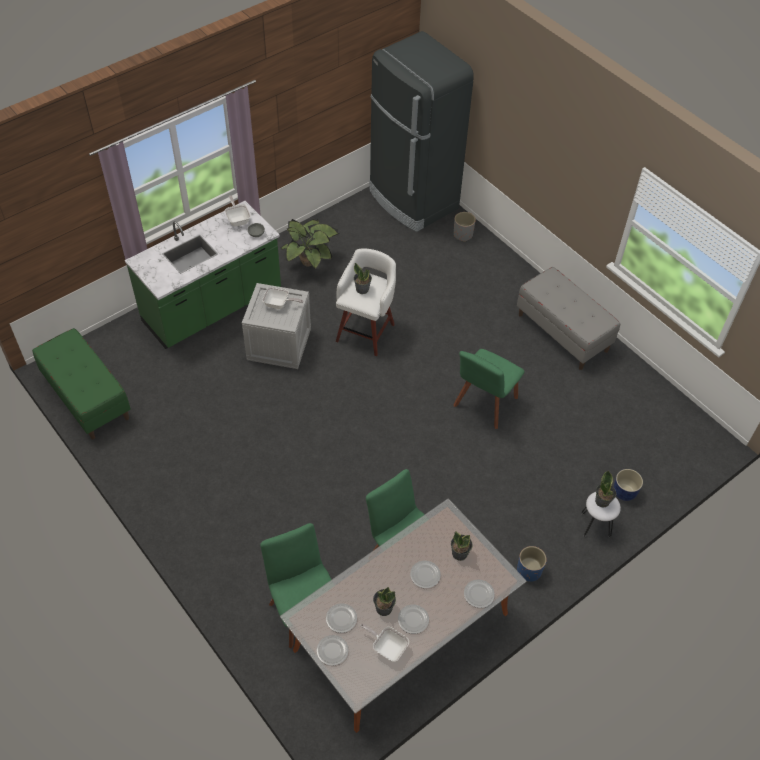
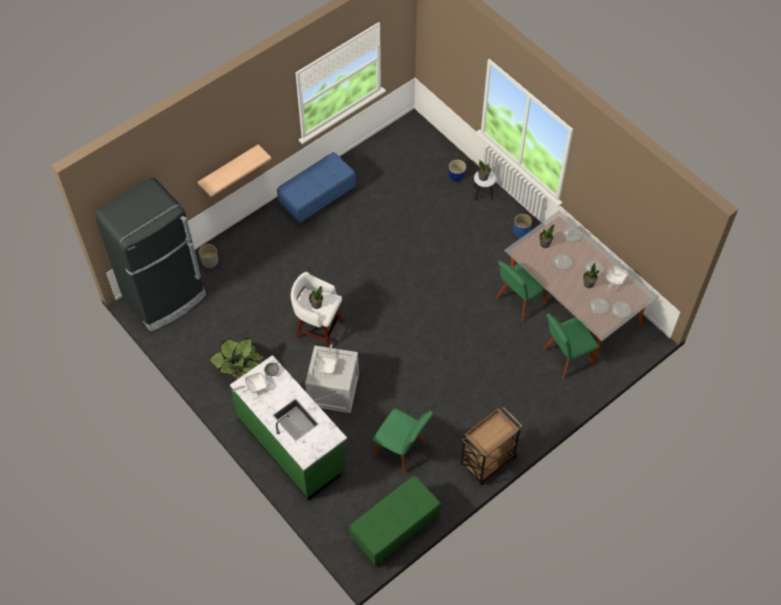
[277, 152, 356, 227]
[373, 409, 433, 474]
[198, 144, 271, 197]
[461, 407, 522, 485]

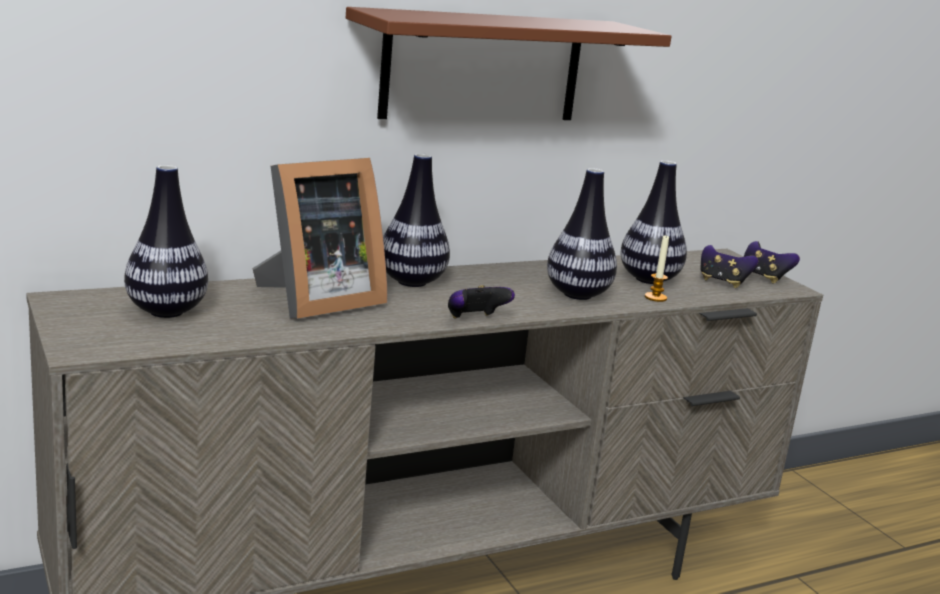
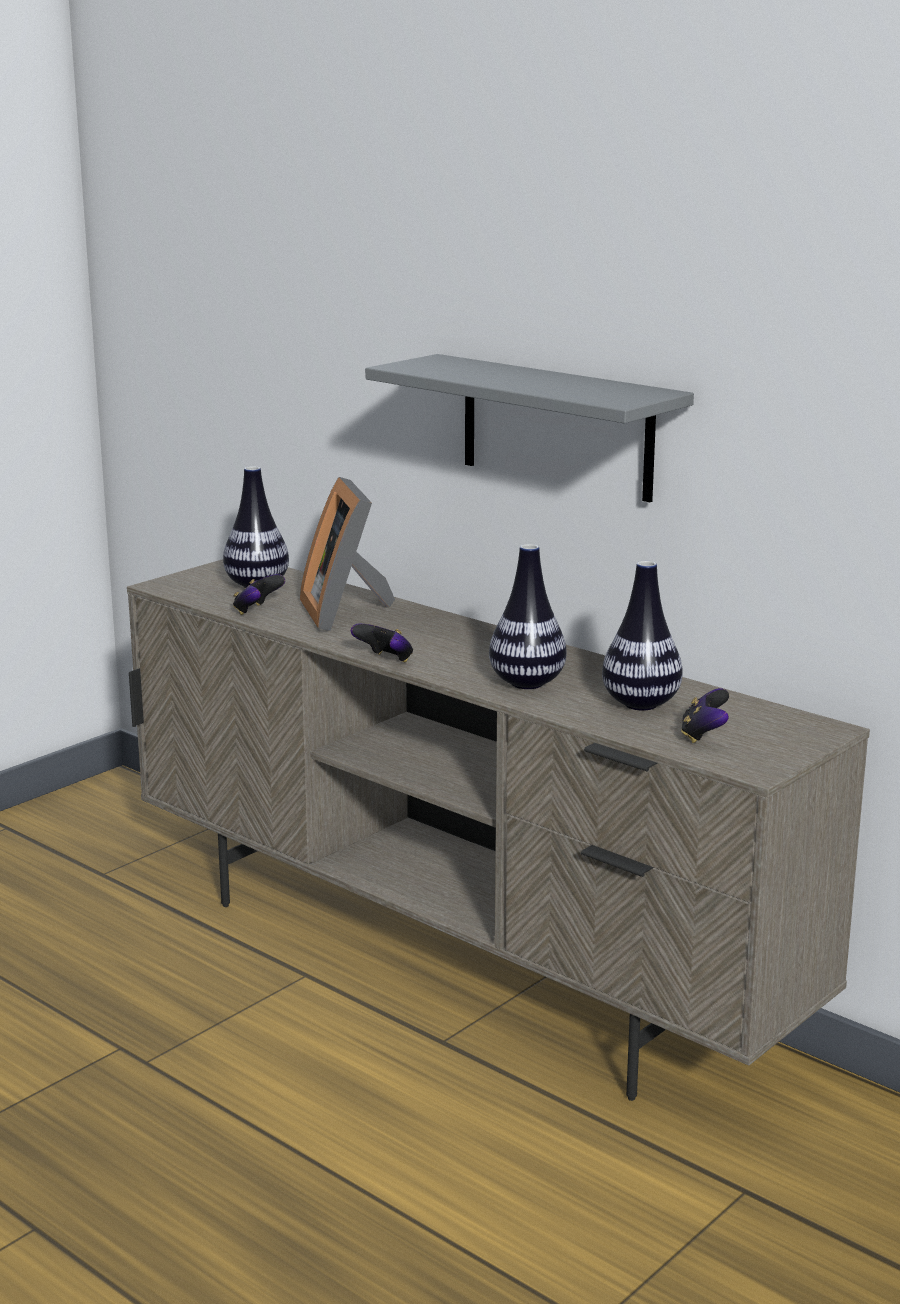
[365, 354, 694, 502]
[383, 153, 450, 287] (first image)
[300, 477, 395, 631]
[645, 234, 669, 302] (first image)
[233, 574, 285, 615]

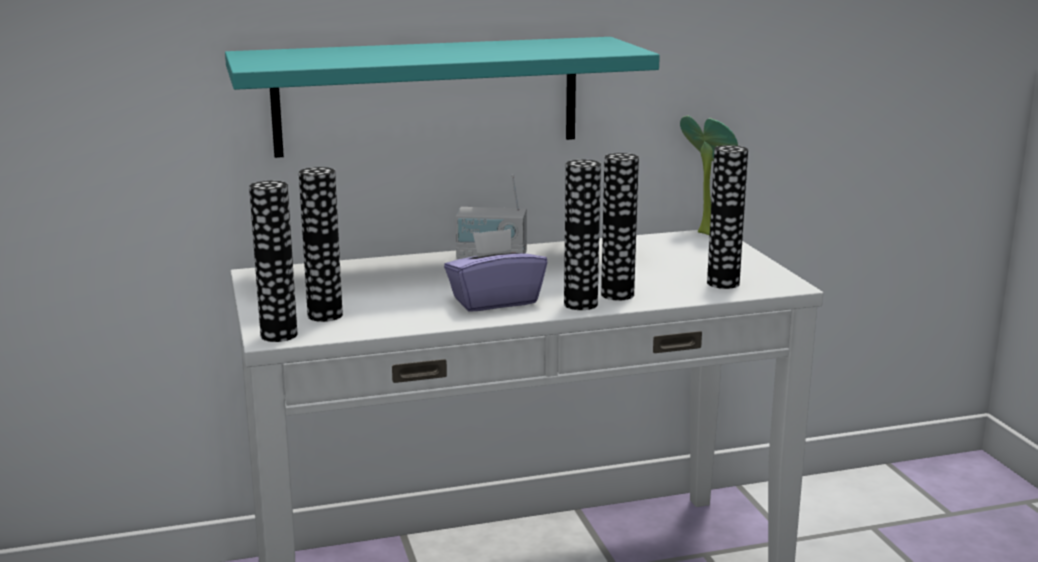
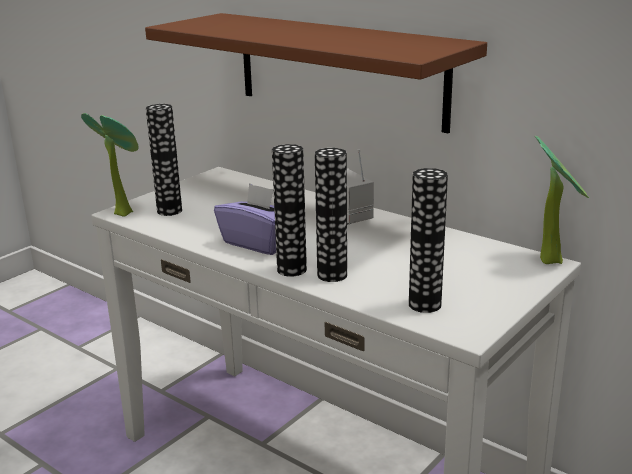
[145, 13, 487, 133]
[81, 113, 139, 217]

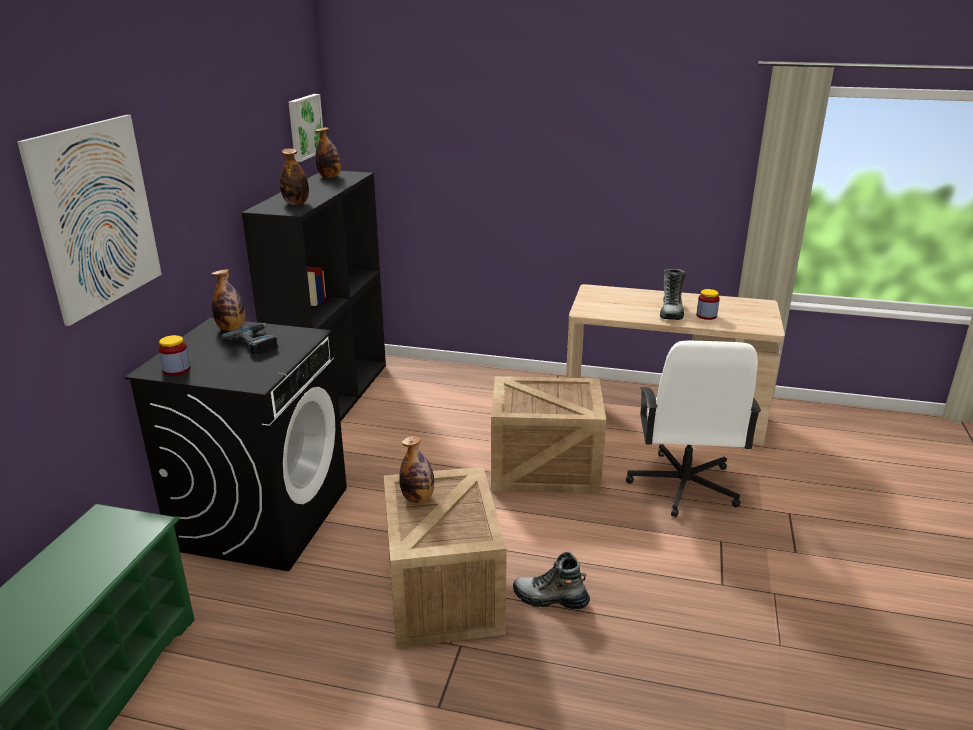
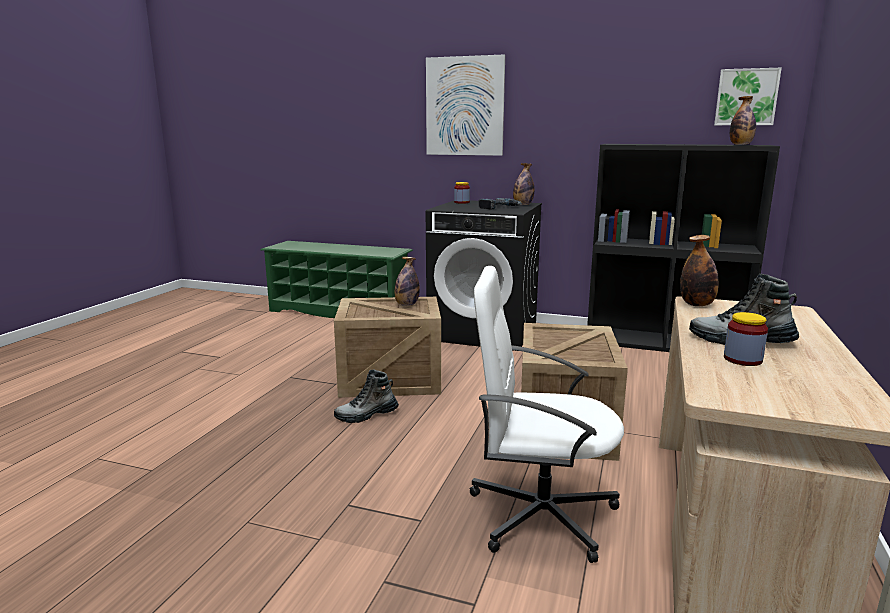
[680, 235, 719, 306]
[334, 369, 399, 423]

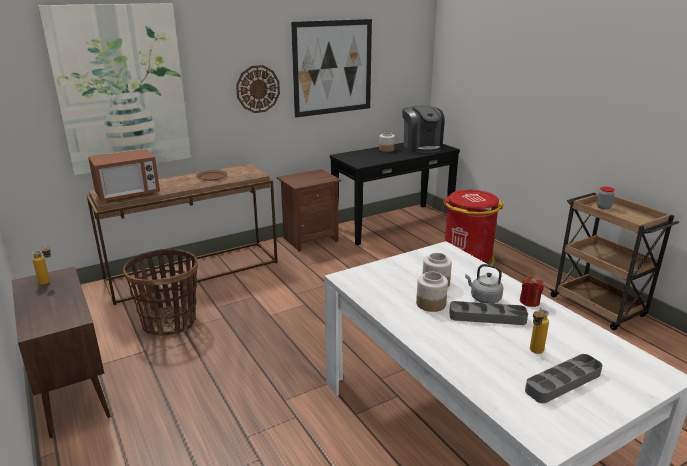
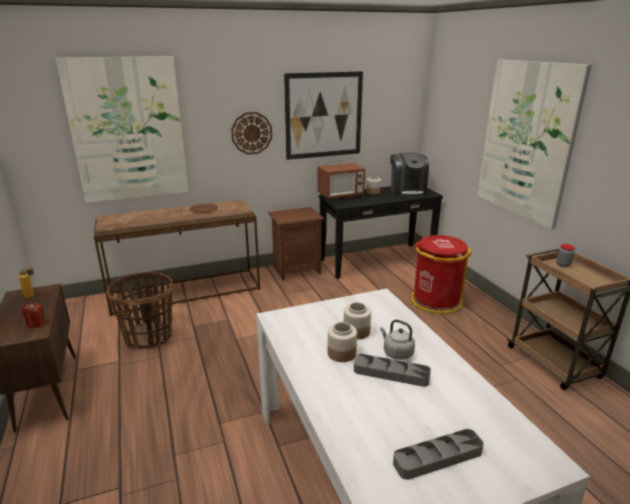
[317, 163, 365, 199]
[22, 303, 45, 328]
[530, 308, 549, 354] (first image)
[477, 59, 591, 229]

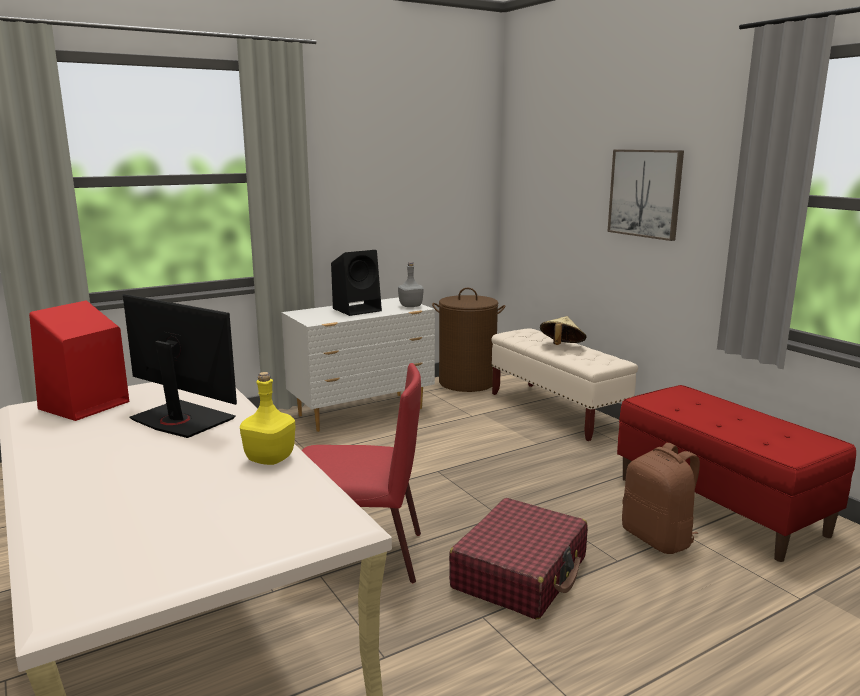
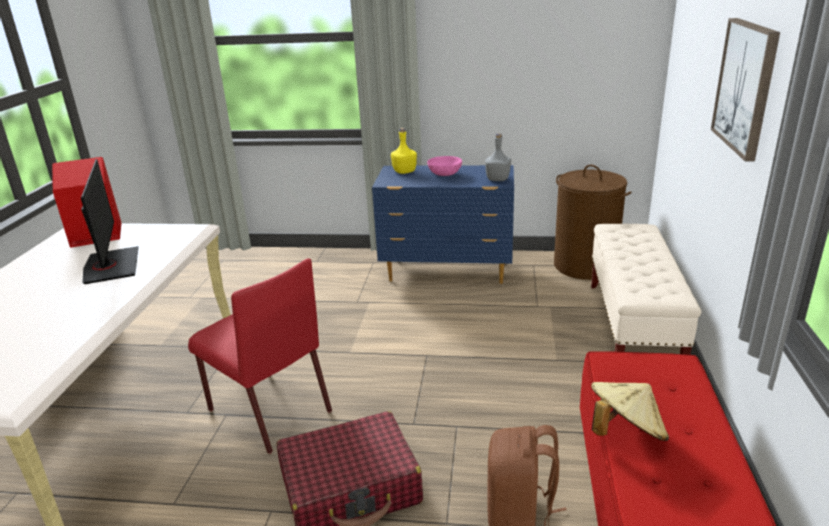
[427, 156, 462, 176]
[372, 165, 514, 284]
[591, 382, 669, 441]
[391, 128, 417, 174]

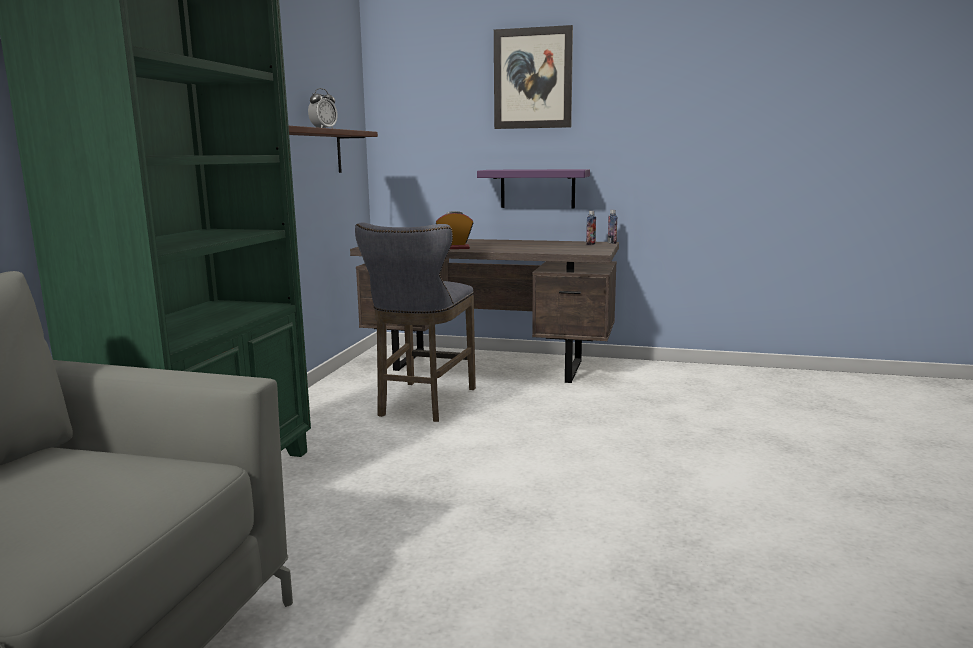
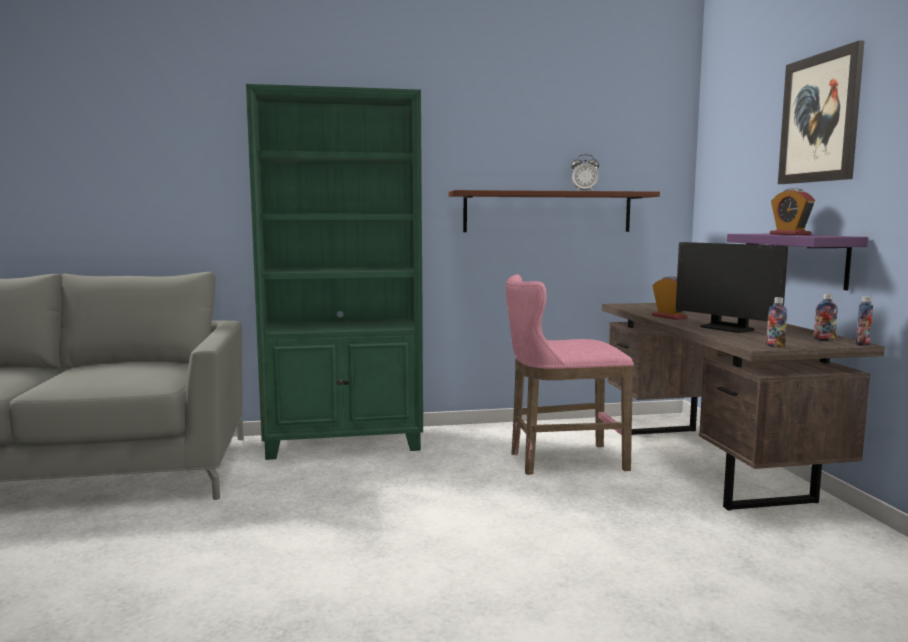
[506, 274, 634, 475]
[770, 188, 815, 235]
[676, 242, 788, 333]
[766, 297, 787, 348]

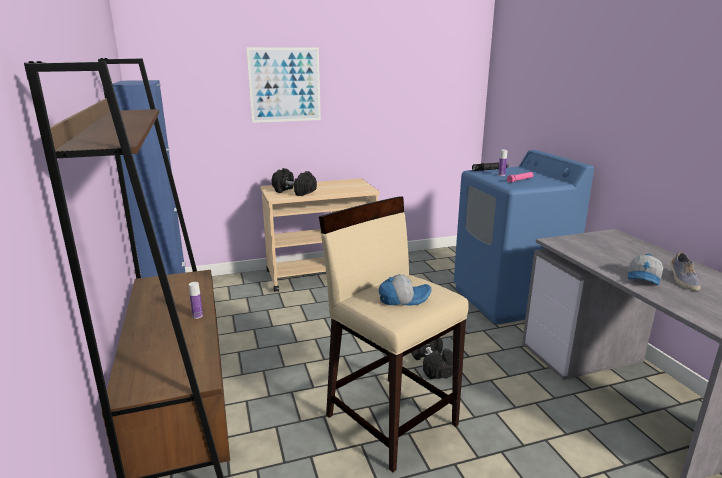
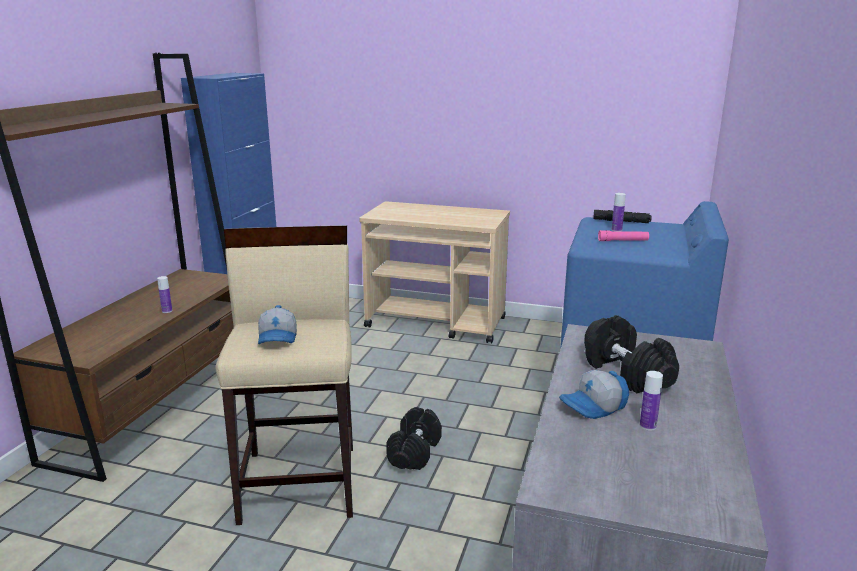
[246, 47, 321, 123] (first image)
[584, 315, 679, 393]
[640, 371, 663, 431]
[258, 305, 297, 344]

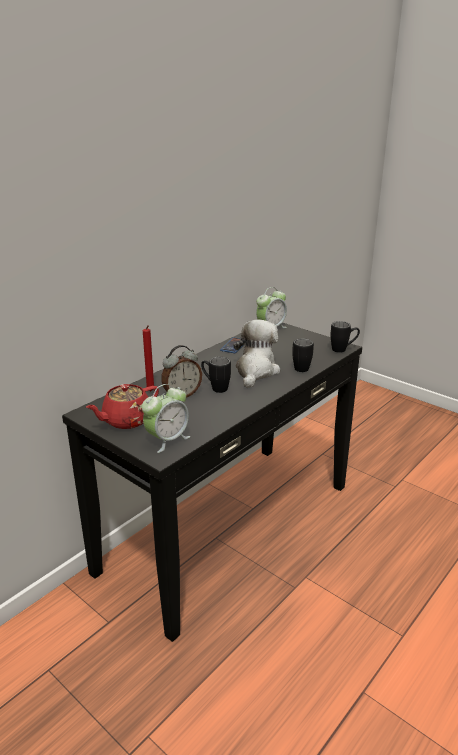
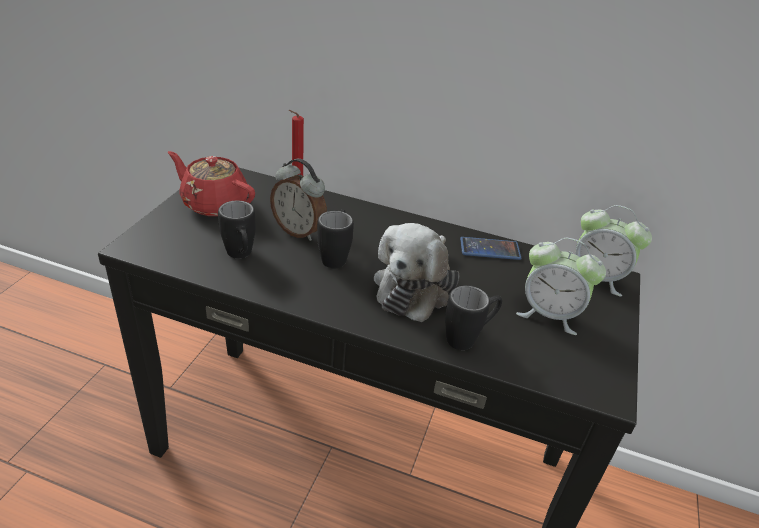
[374, 223, 460, 322]
[218, 200, 256, 259]
[516, 238, 606, 335]

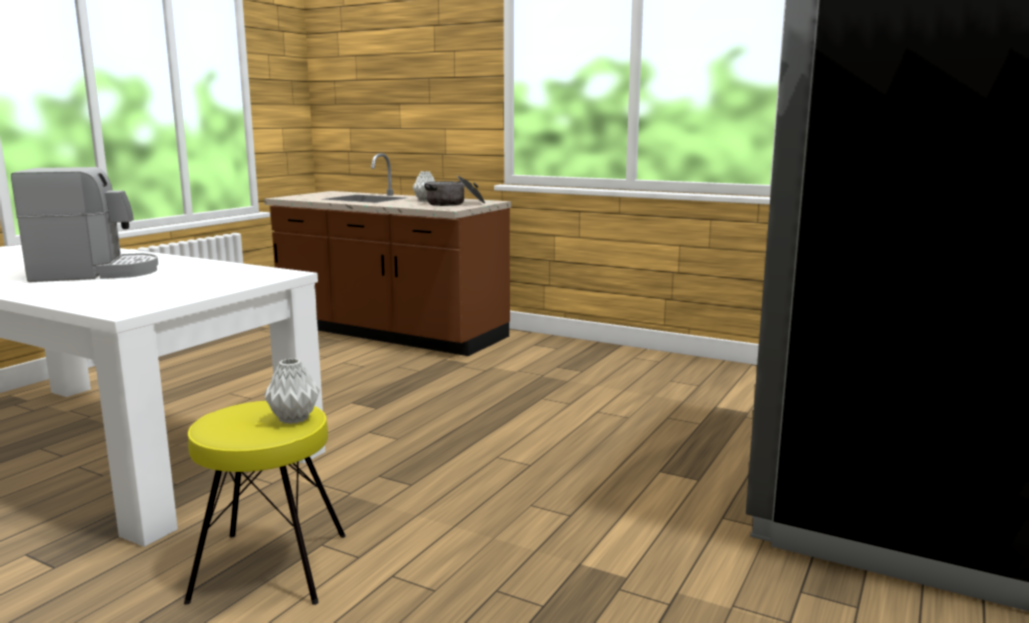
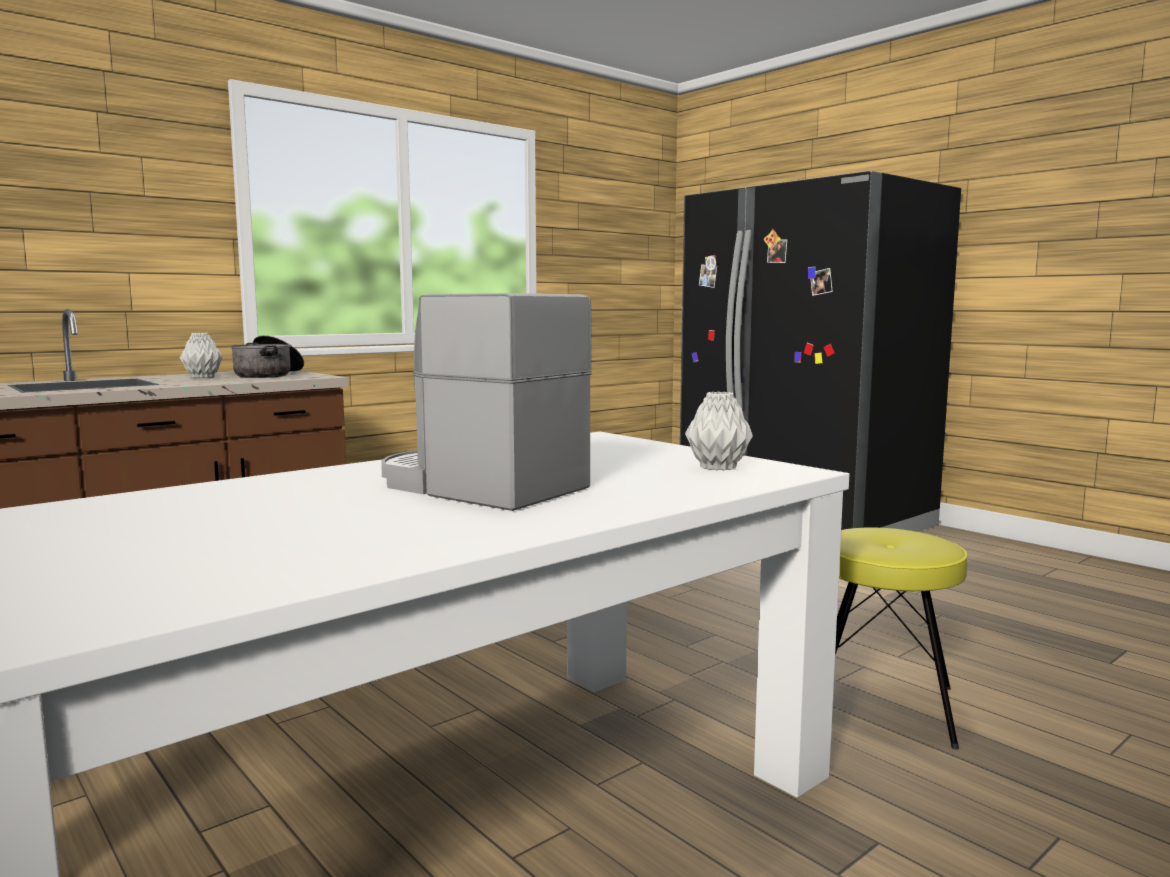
[381, 293, 592, 511]
[685, 392, 753, 470]

